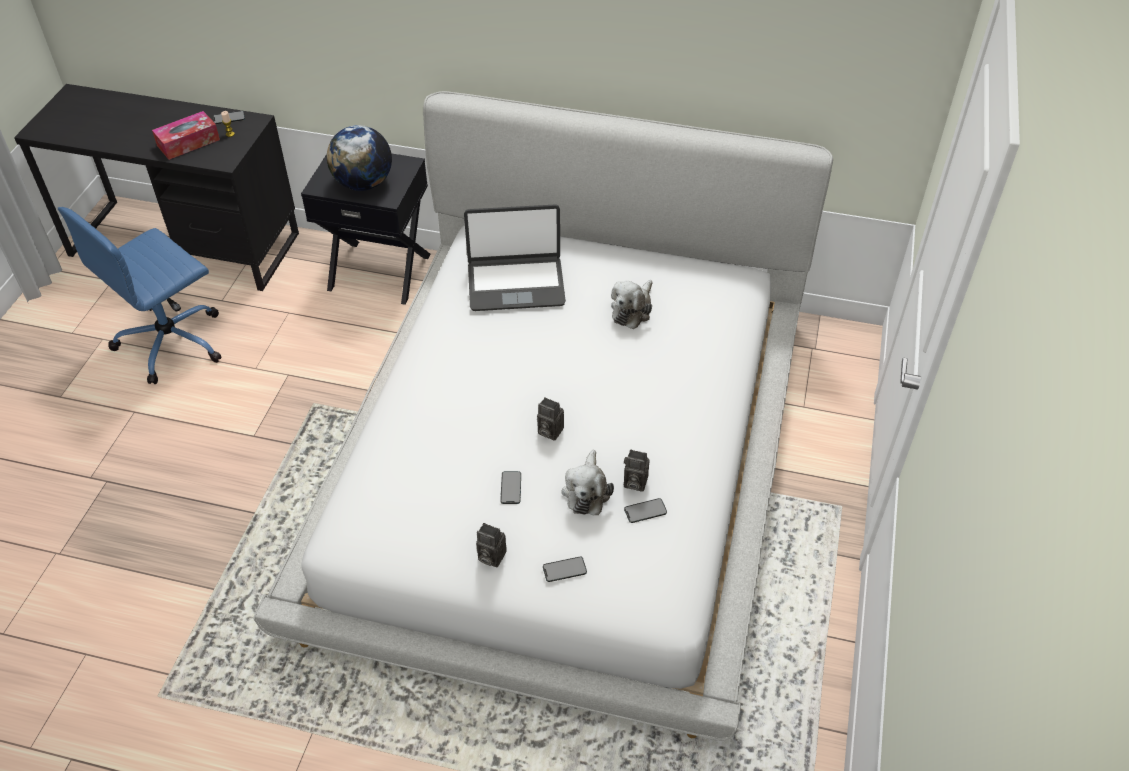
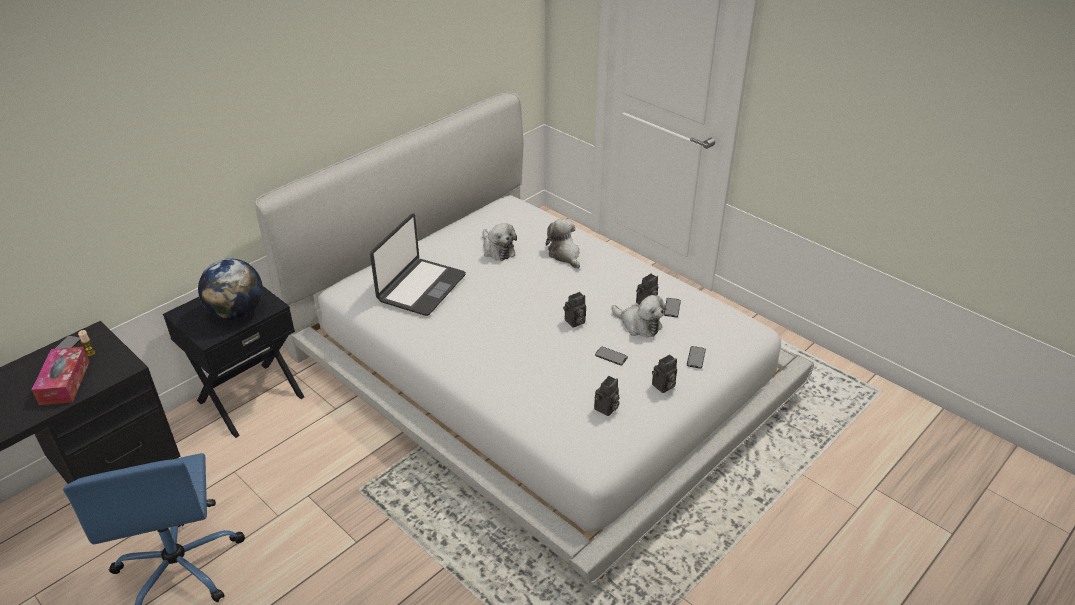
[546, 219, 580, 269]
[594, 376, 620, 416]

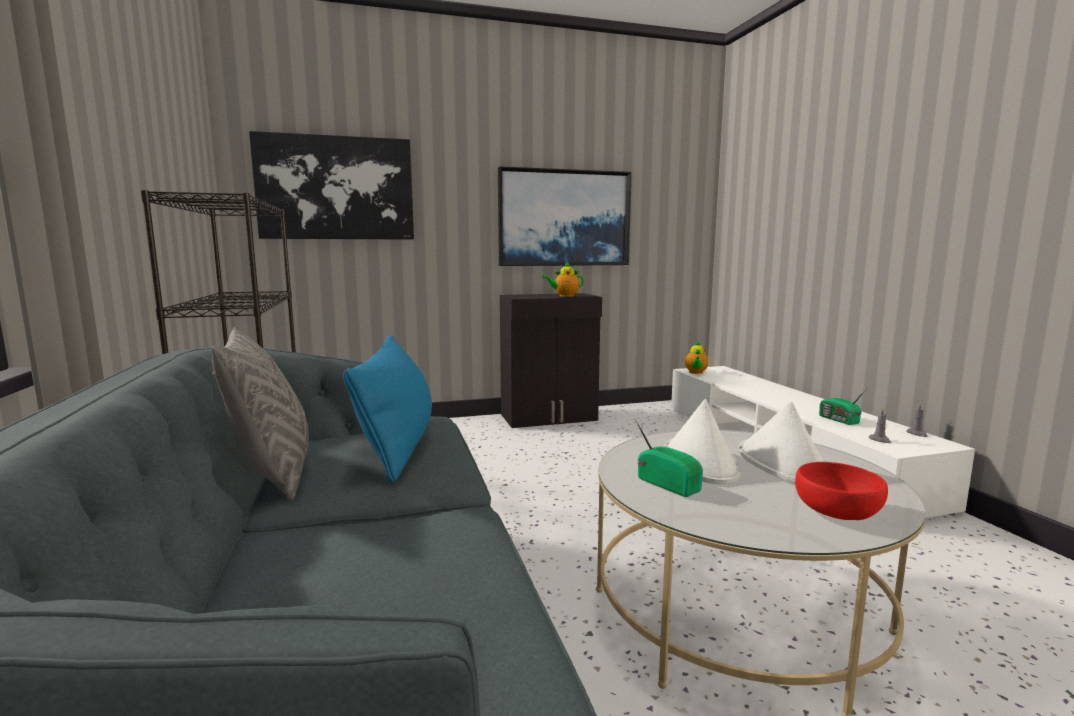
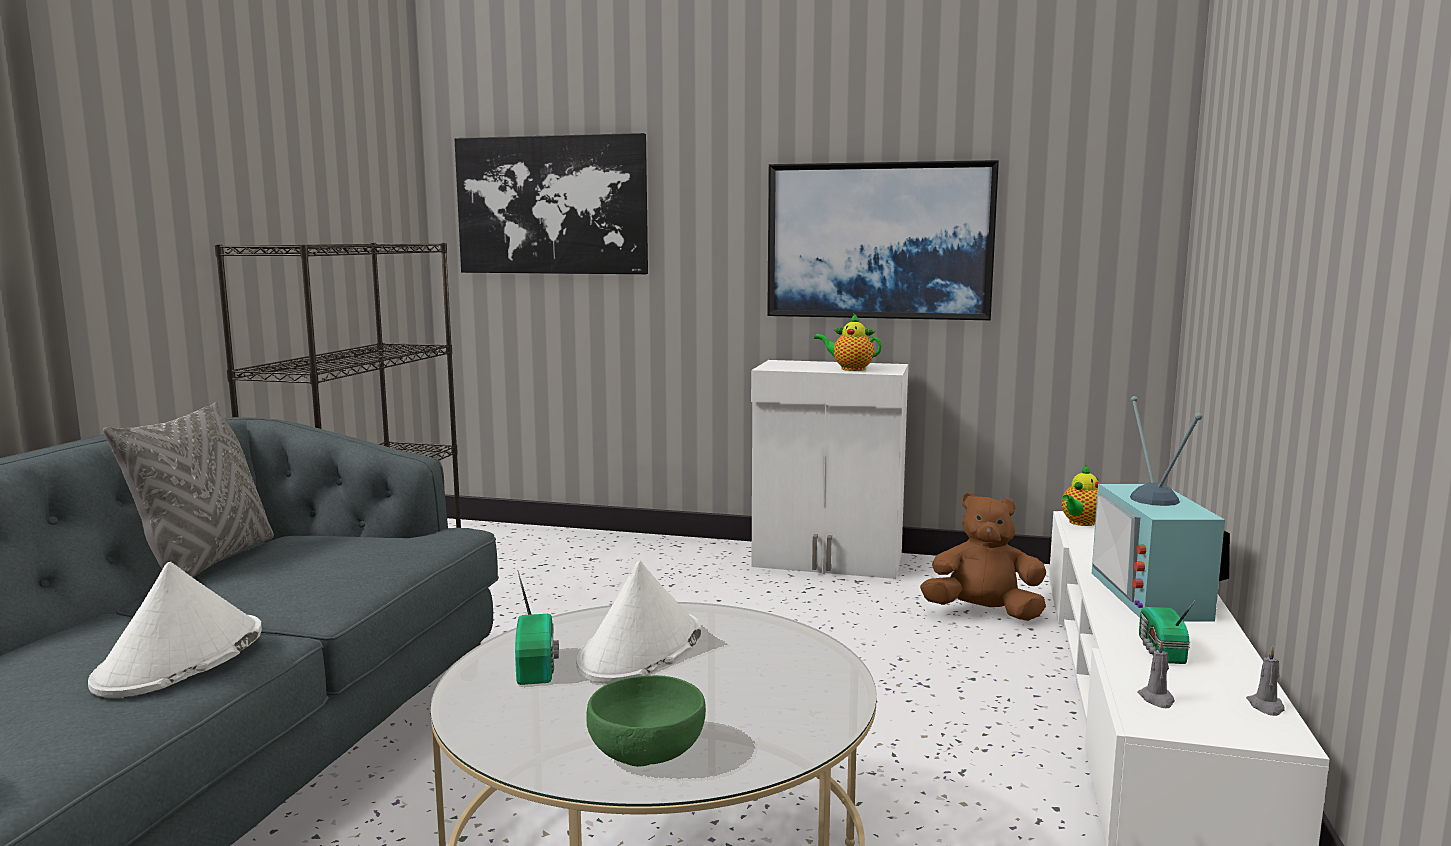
[751, 360, 908, 579]
[343, 335, 432, 483] (first image)
[88, 562, 262, 698]
[587, 675, 706, 767]
[1092, 396, 1230, 622]
[920, 492, 1046, 621]

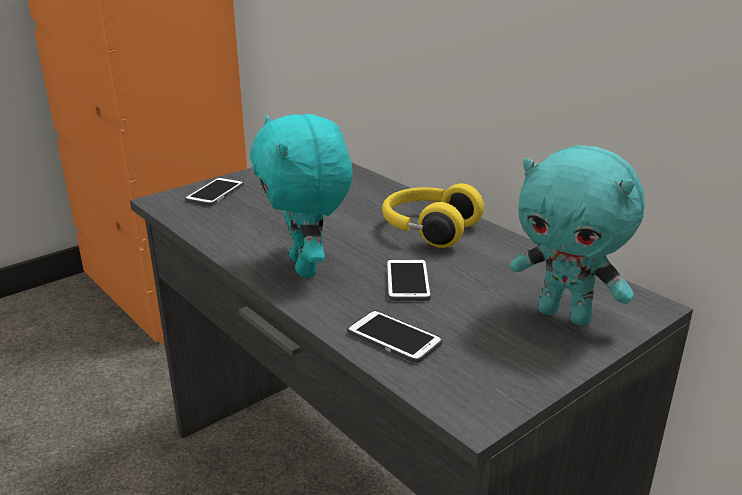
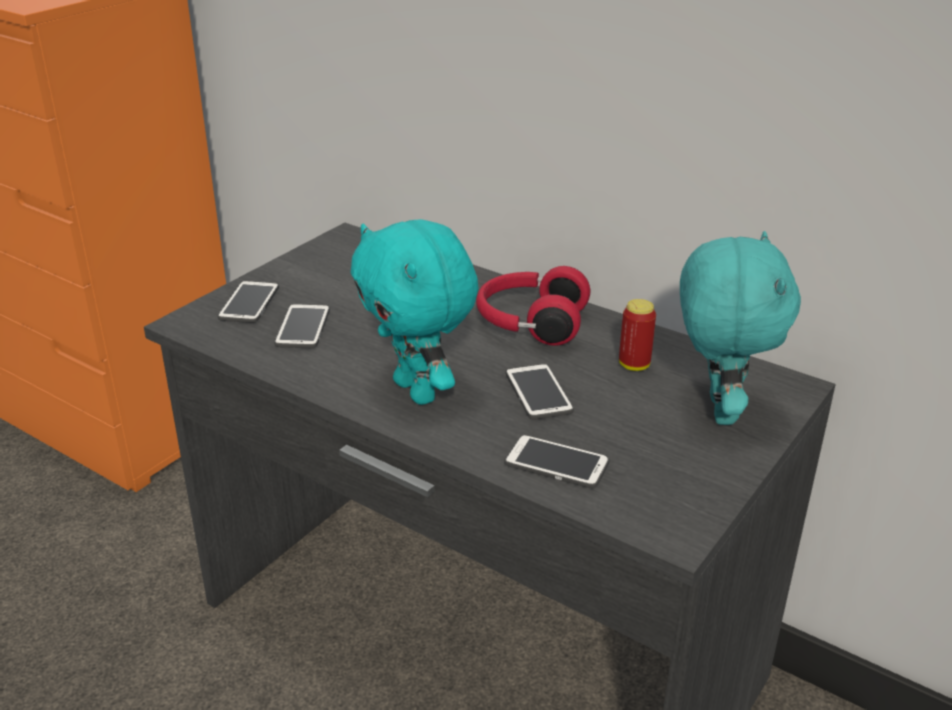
[680, 231, 801, 425]
[476, 266, 590, 346]
[619, 299, 656, 371]
[274, 303, 330, 348]

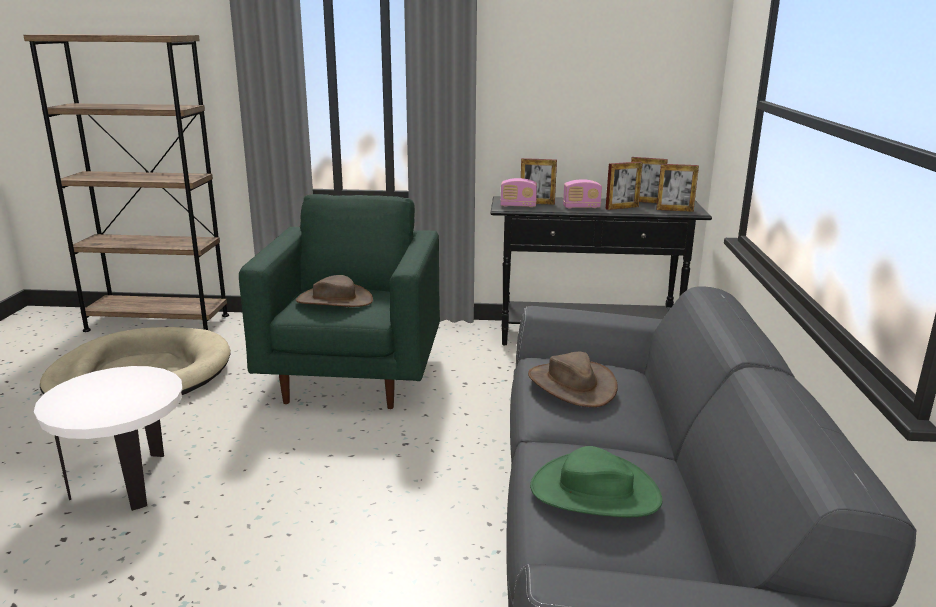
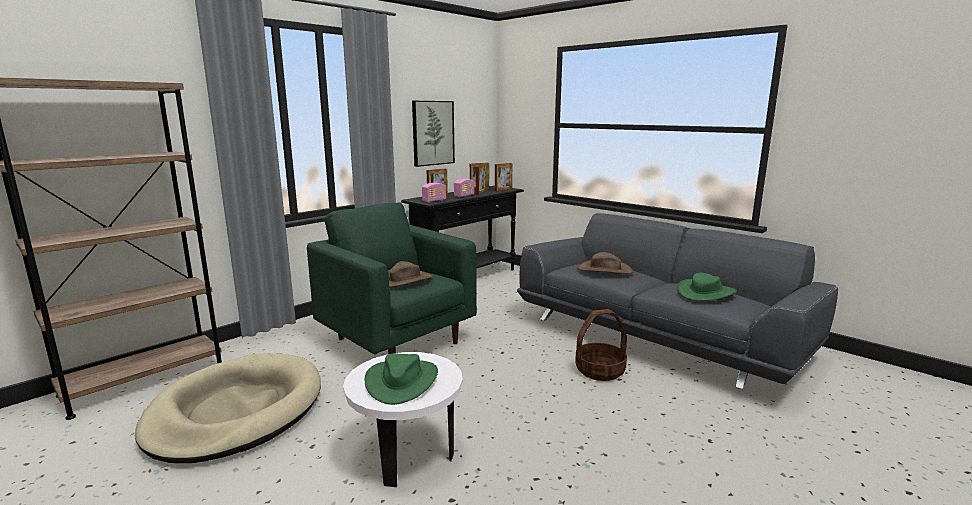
[412, 101, 455, 167]
[575, 309, 627, 381]
[365, 353, 438, 405]

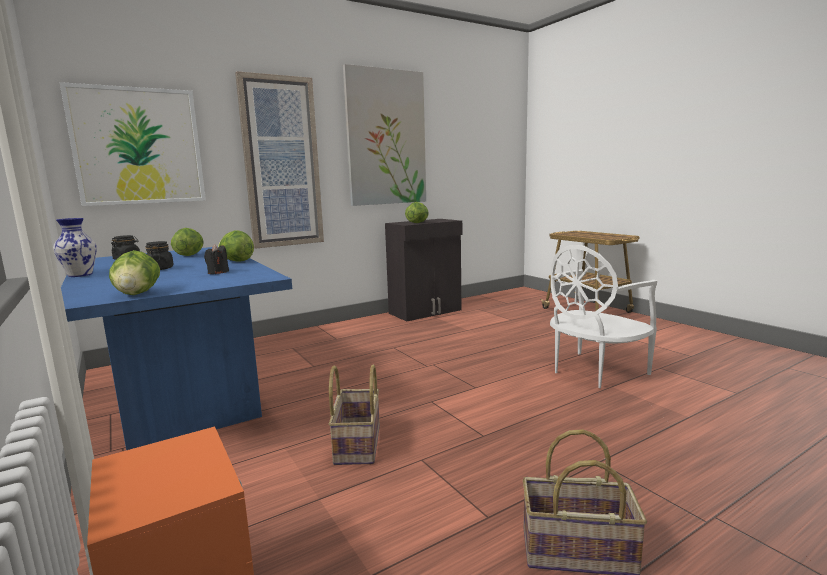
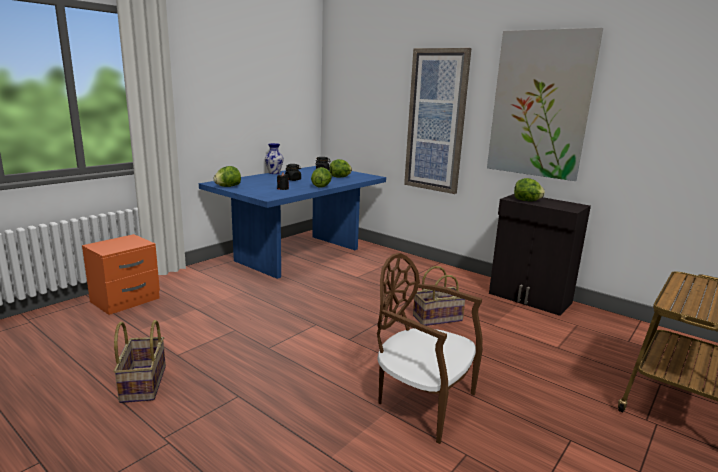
[60, 82, 206, 206] (first image)
[377, 253, 483, 444]
[413, 266, 465, 326]

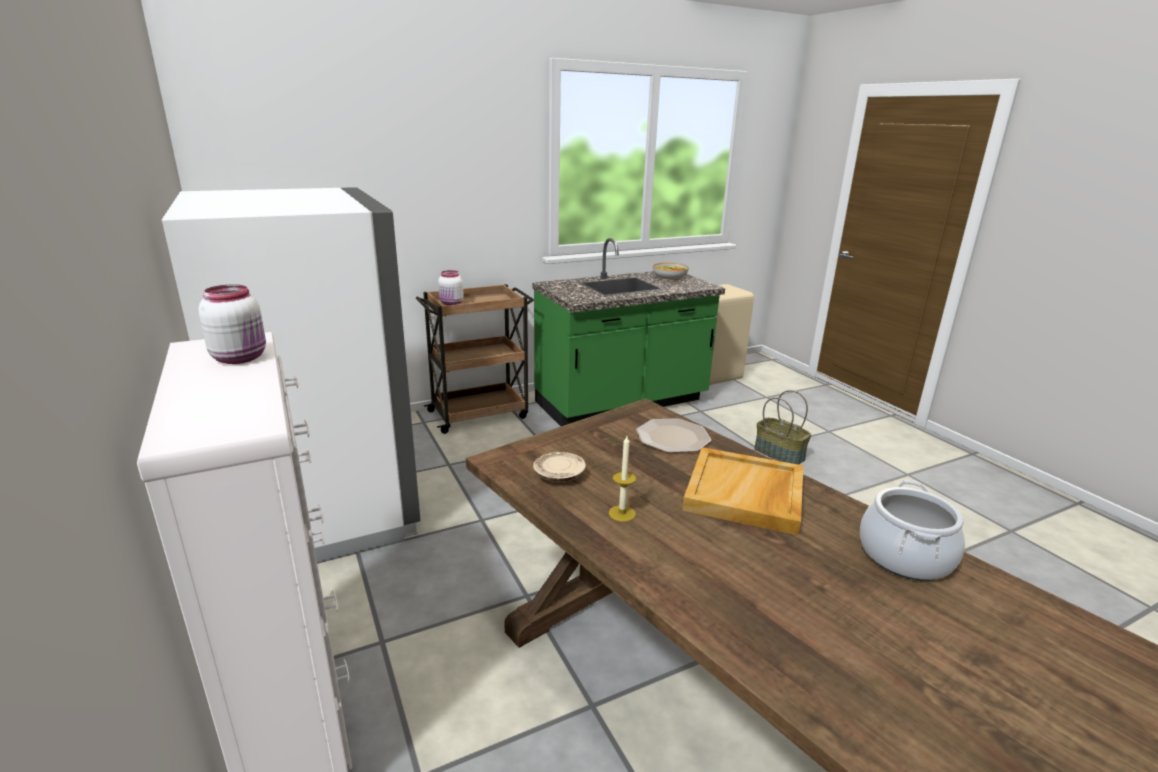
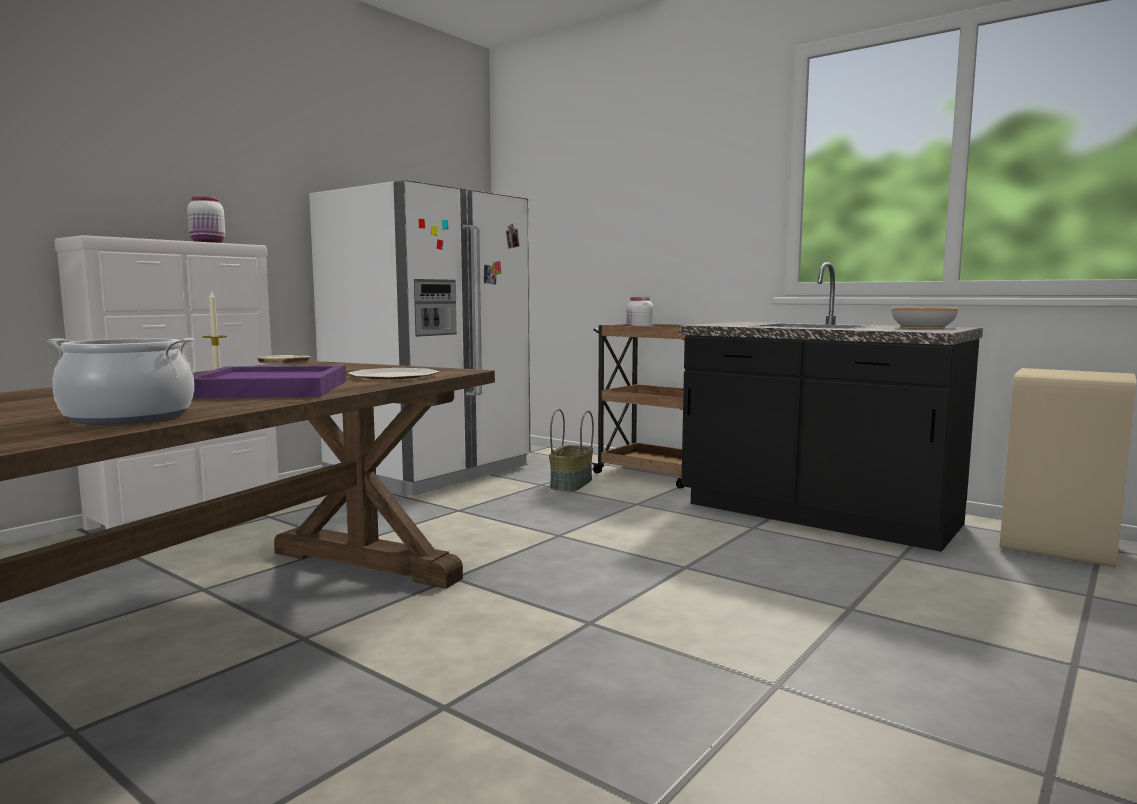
[679, 262, 983, 552]
[549, 409, 594, 491]
[193, 365, 346, 399]

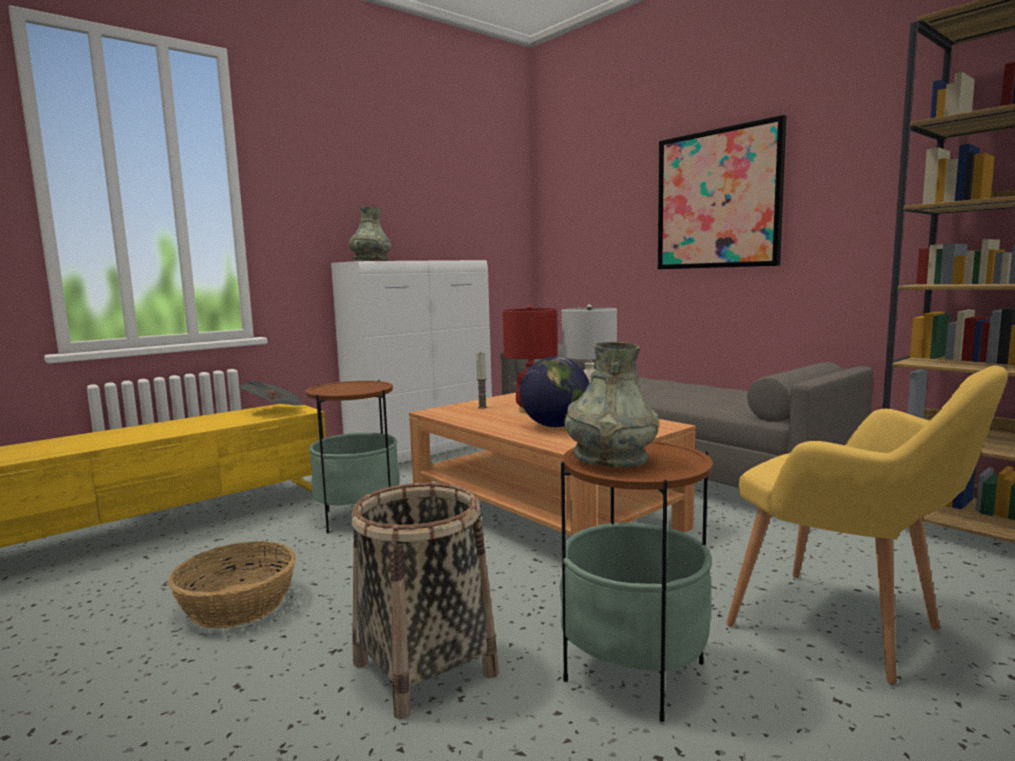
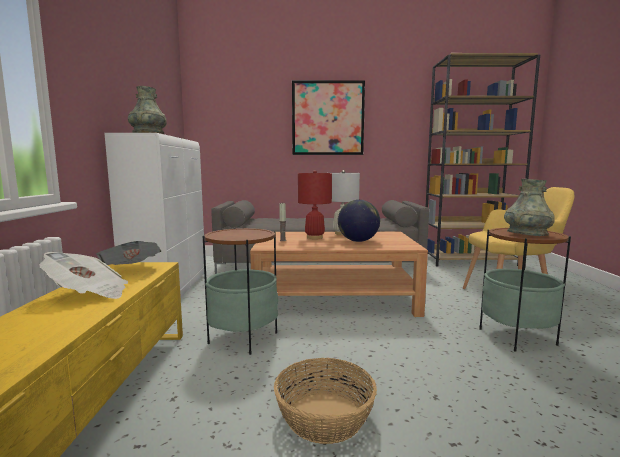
[351, 483, 499, 719] (first image)
[39, 252, 128, 299]

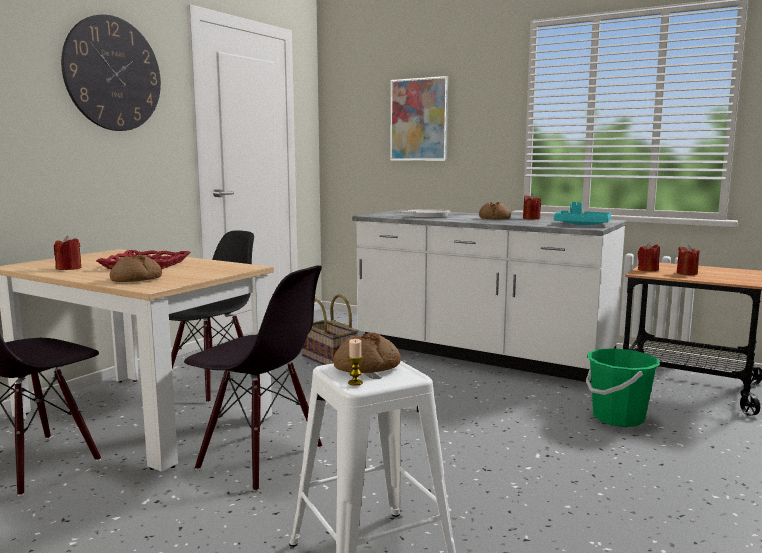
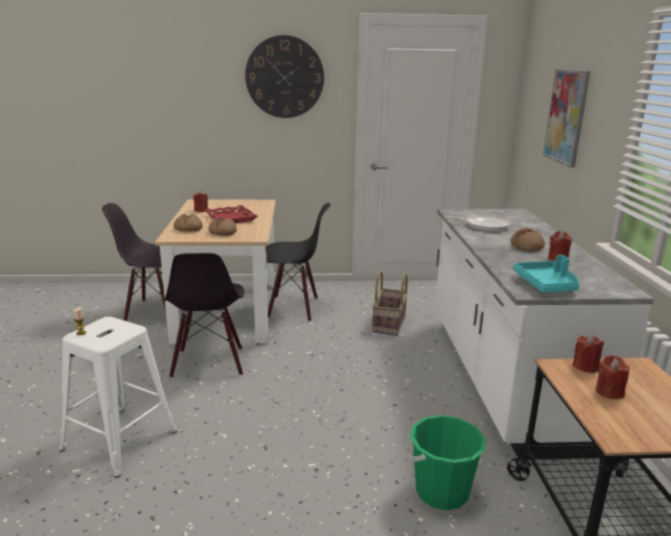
[208, 217, 237, 236]

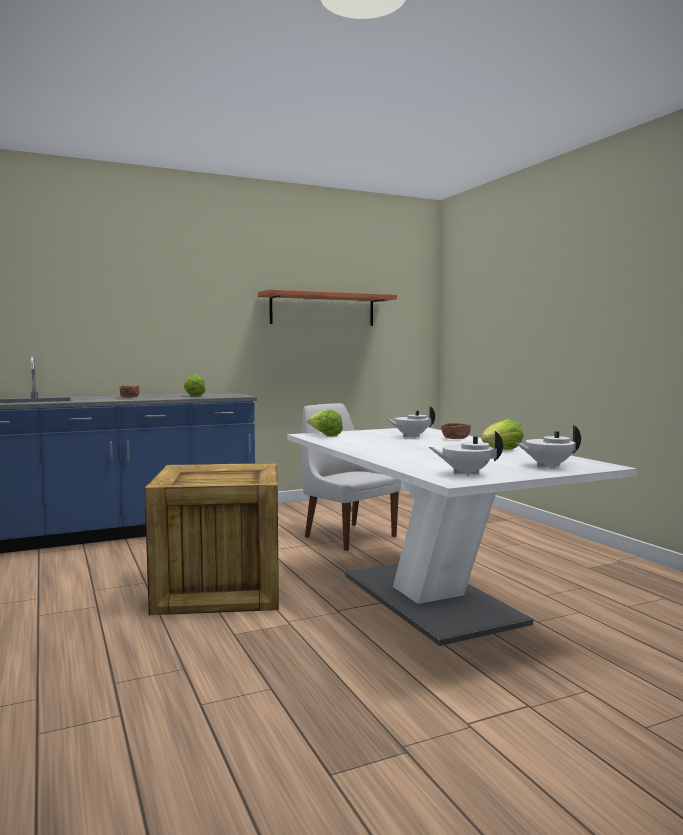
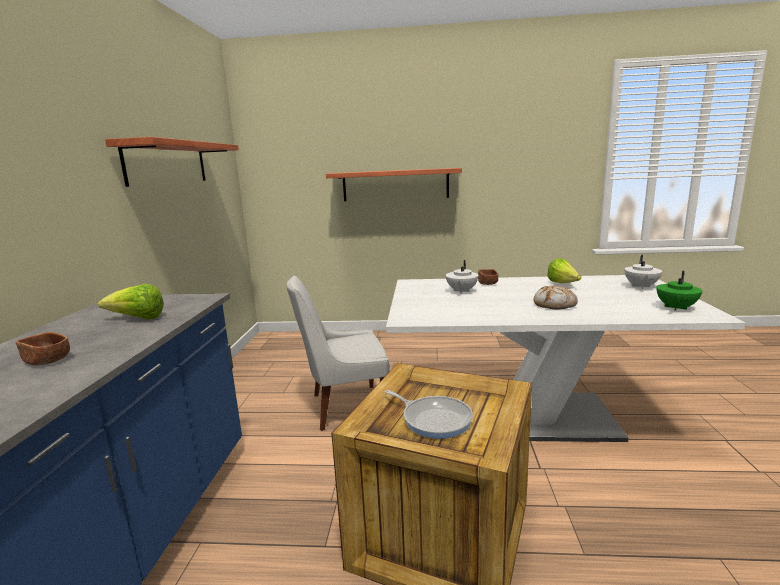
[307, 410, 343, 437] (first image)
[656, 271, 702, 311]
[326, 168, 462, 201]
[533, 285, 578, 310]
[384, 390, 473, 439]

